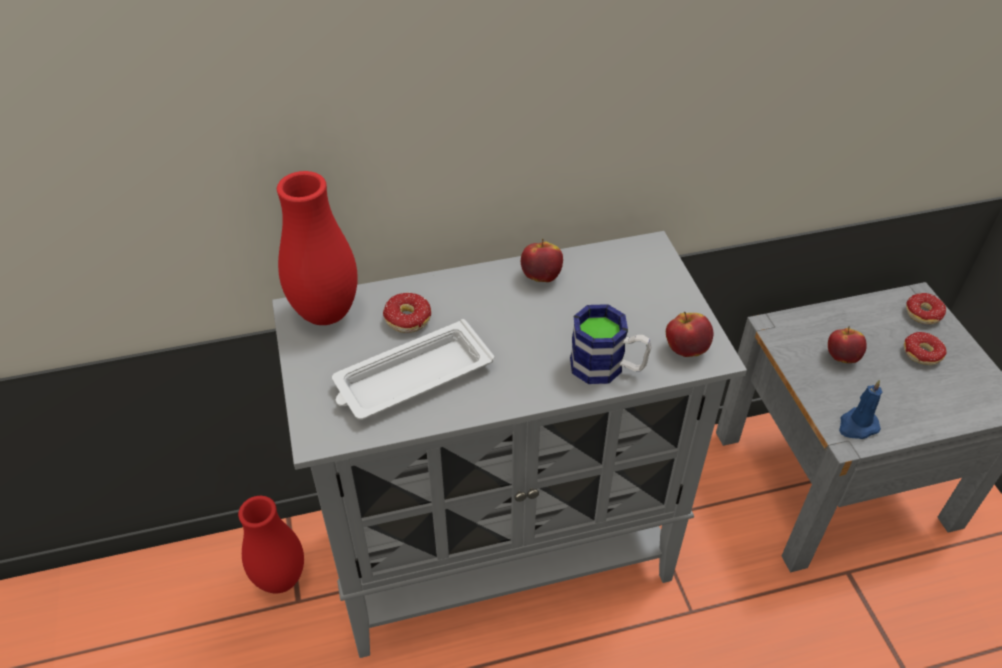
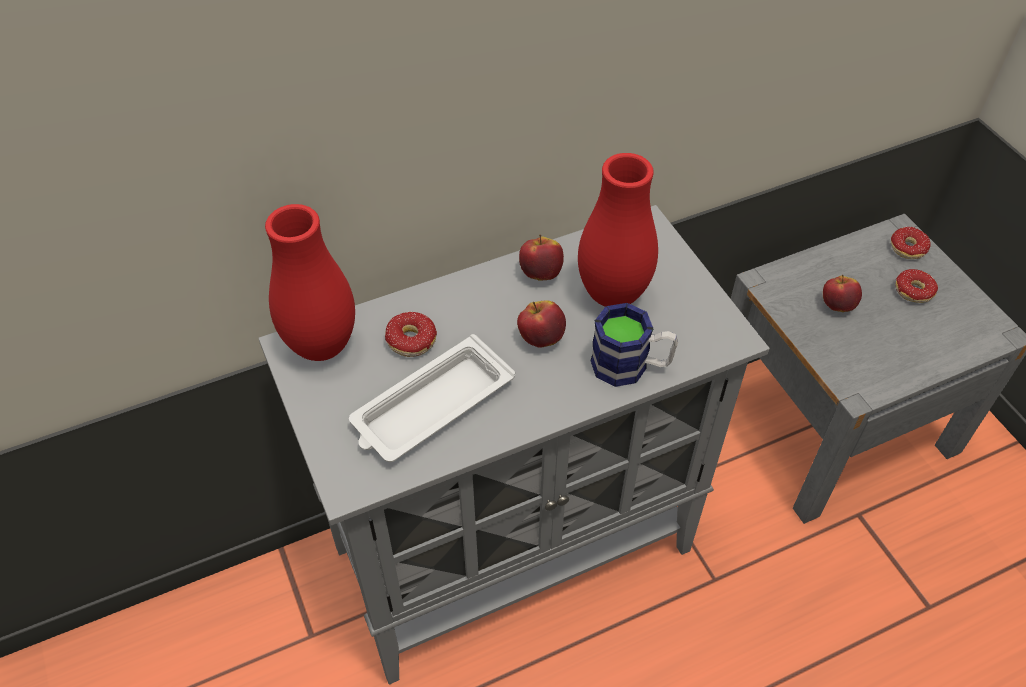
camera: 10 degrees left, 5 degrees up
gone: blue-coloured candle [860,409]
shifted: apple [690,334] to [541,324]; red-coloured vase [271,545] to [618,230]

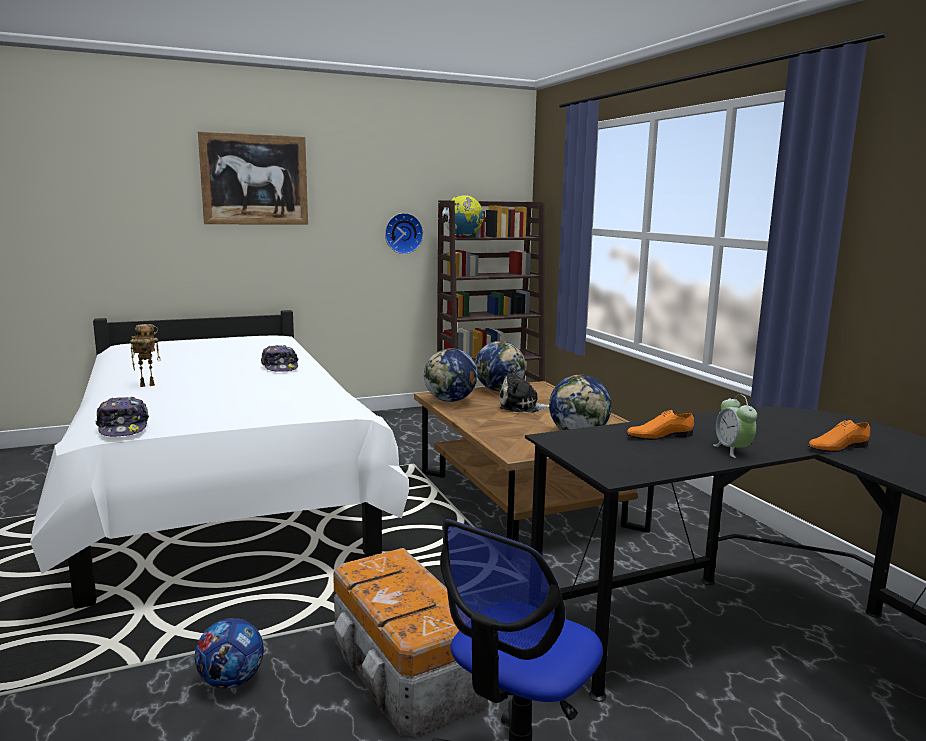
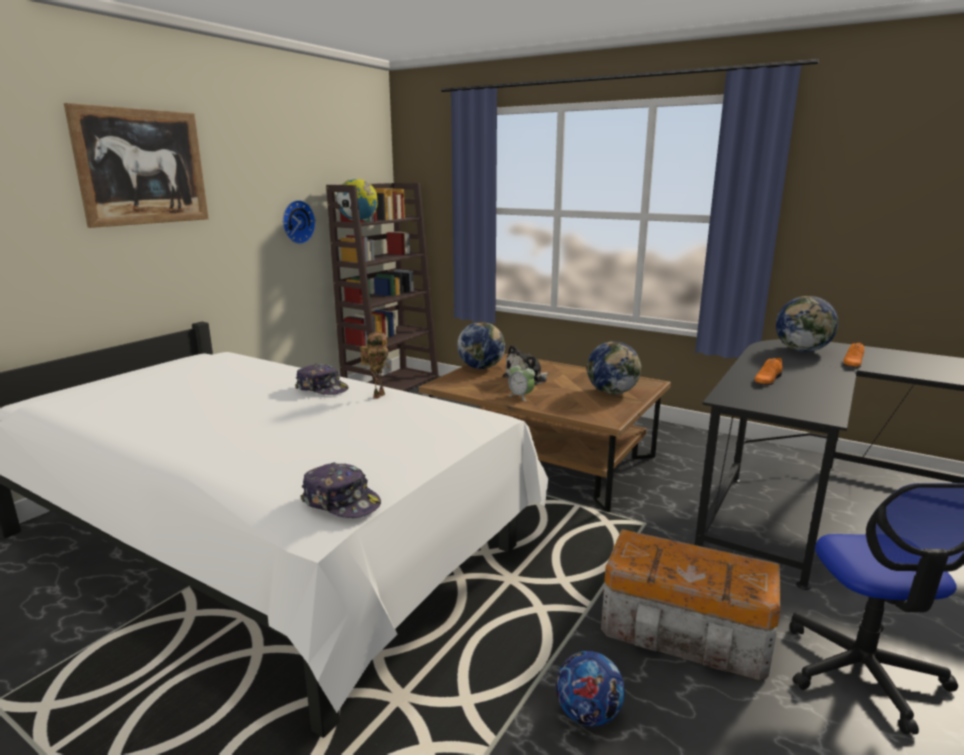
camera: 35 degrees left, 5 degrees up
shifted: model robot [145,355] to [375,365]; alarm clock [735,426] to [521,381]; desk globe [450,375] to [807,324]

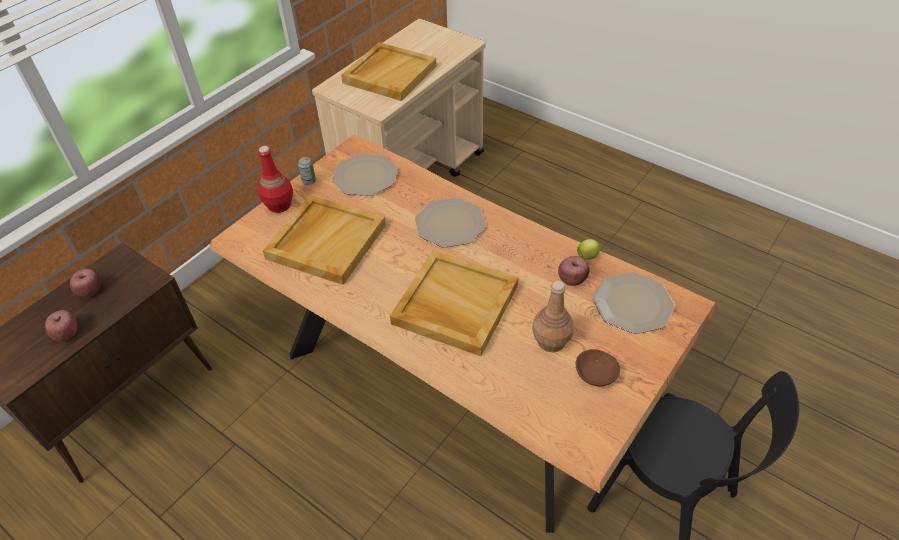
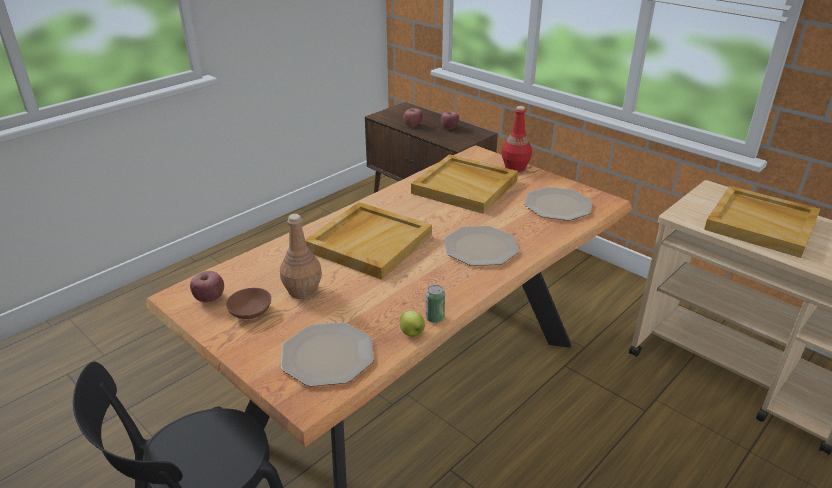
camera: 95 degrees right, 15 degrees down
shifted: apple [573,271] to [207,286]; can [307,171] to [435,304]

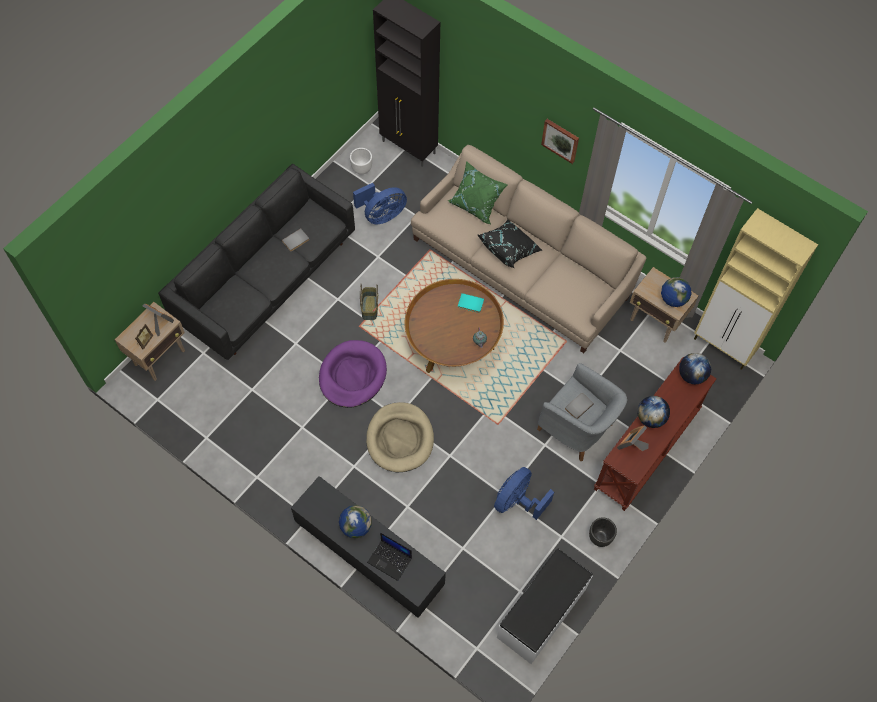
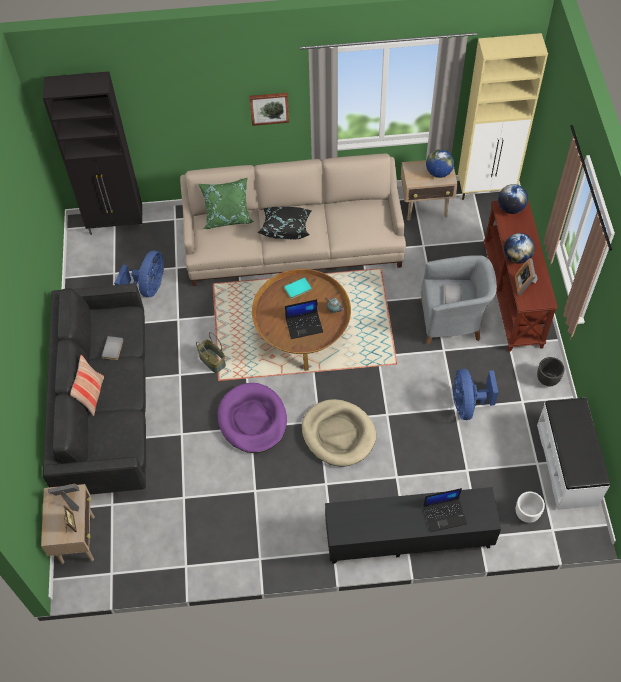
camera: 40 degrees left, 5 degrees down
gone: desk globe [355,521]
new: throw pillow [87,385]; portable computer [304,319]
shifted: white planter [361,161] to [530,507]

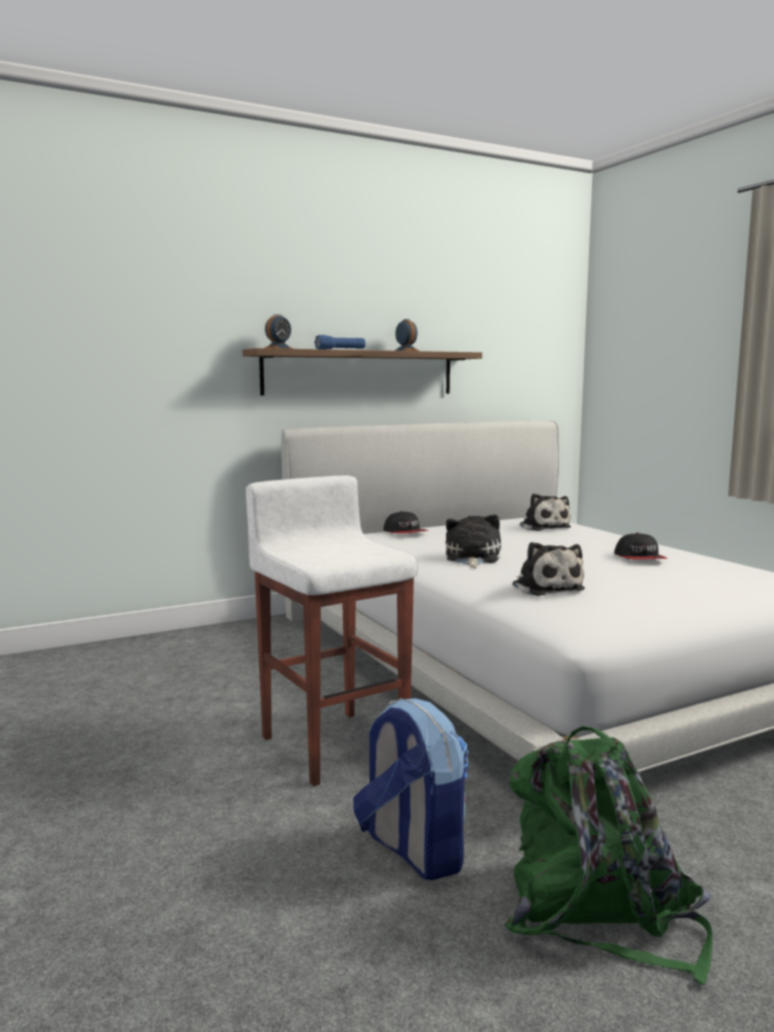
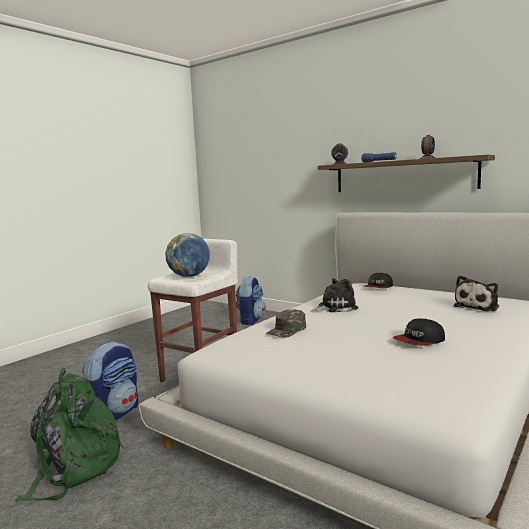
camera: 65 degrees right, 0 degrees up
new: desk globe [187,255]; backpack [251,300]
swapped: cuddly toy [548,569] to green cap [286,323]

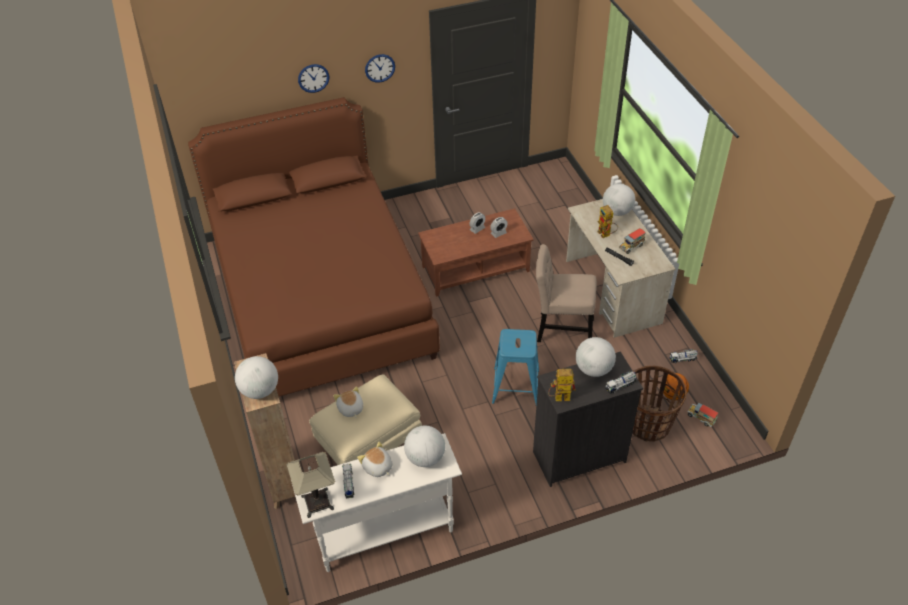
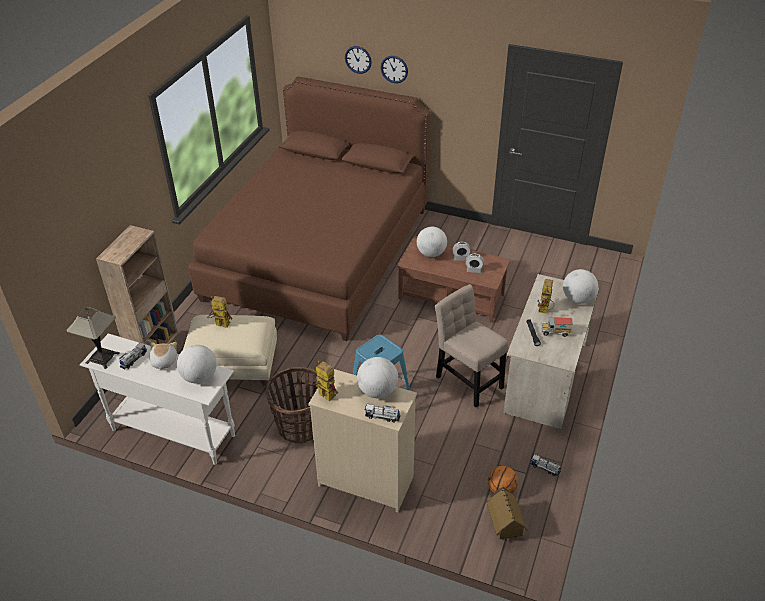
camera: 40 degrees right, 5 degrees down
shifted: storage basket [659,404] to [292,405]; hanging clock [380,68] to [358,60]; desk globe [256,377] to [432,242]
swapped: cuddly toy [348,402] to model robot [220,312]; model truck [702,415] to miniature house [506,513]
repainted: blackish drawer chest [588,419] to sand-coloured drawer chest [362,440]

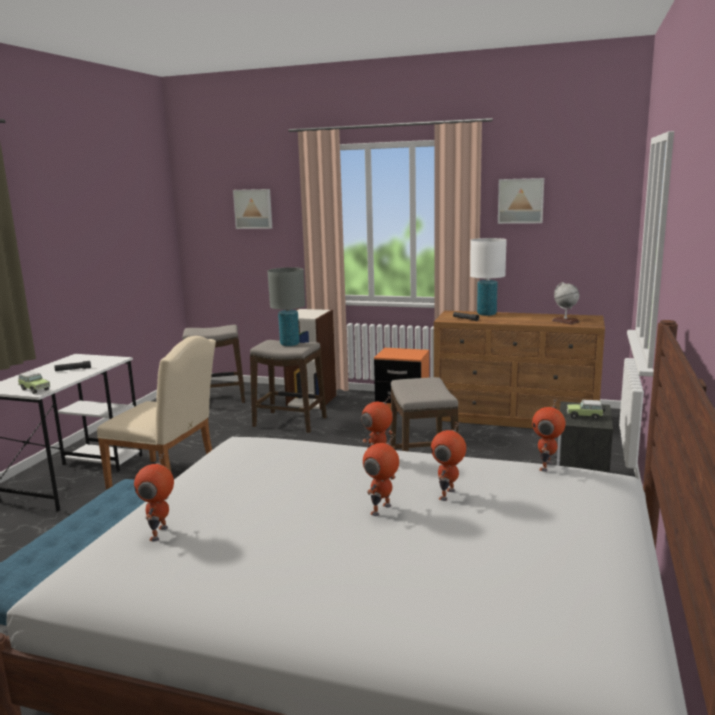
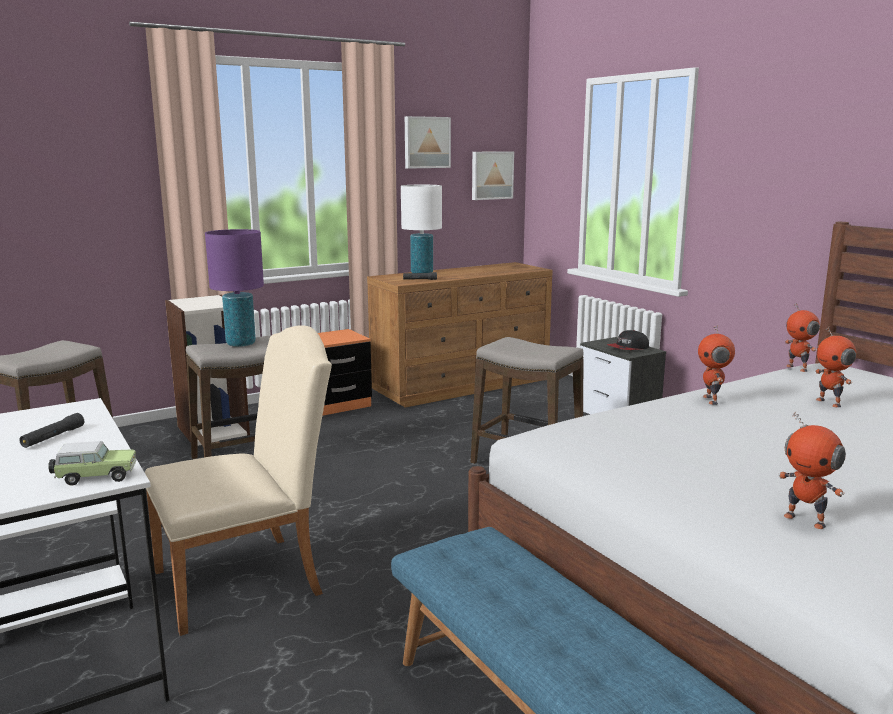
camera: 50 degrees left, 0 degrees up
gone: model robot [381,475]; desk globe [565,303]
shifted: wall art [252,209] to [493,175]
swapped: toy car [586,410] to cap [628,340]
repainted: gray tabletop lamp [286,306] to purplish tabletop lamp [234,288]

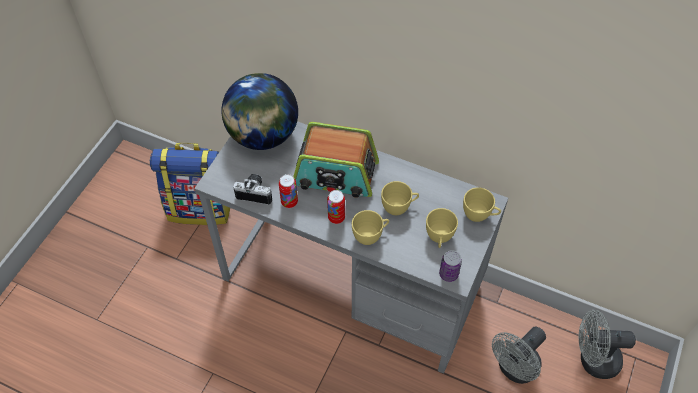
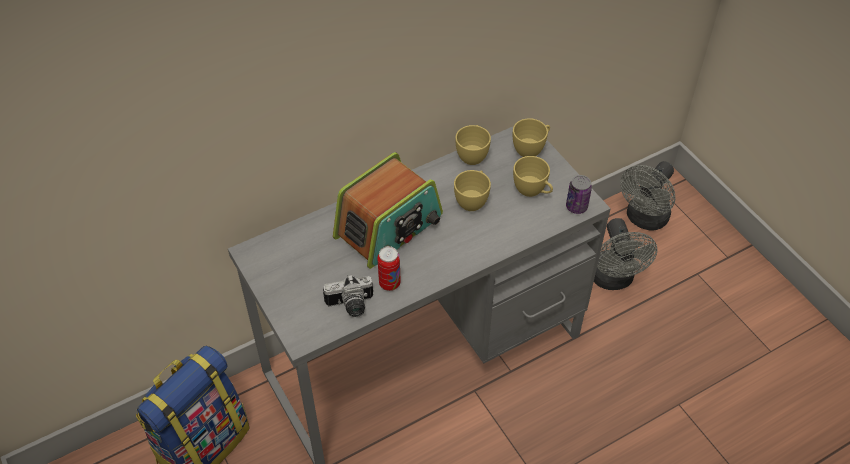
camera: 55 degrees left, 5 degrees down
gone: desk globe [260,111]; can [336,207]
shifted: yellow-coloured small cup [370,227] to [473,145]
rotated: still camera [252,189] = [348,295] 150 degrees counterclockwise

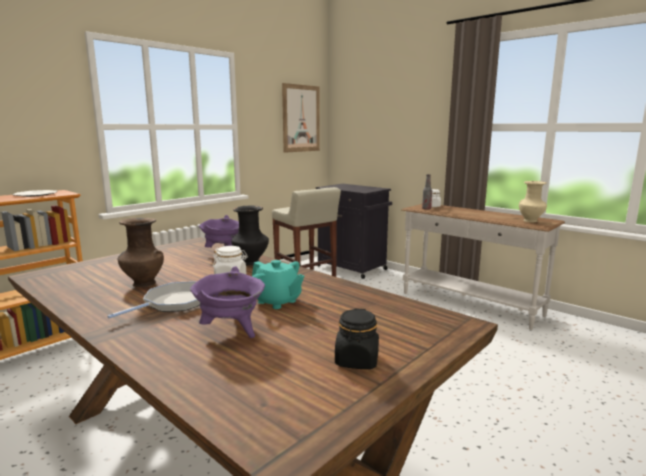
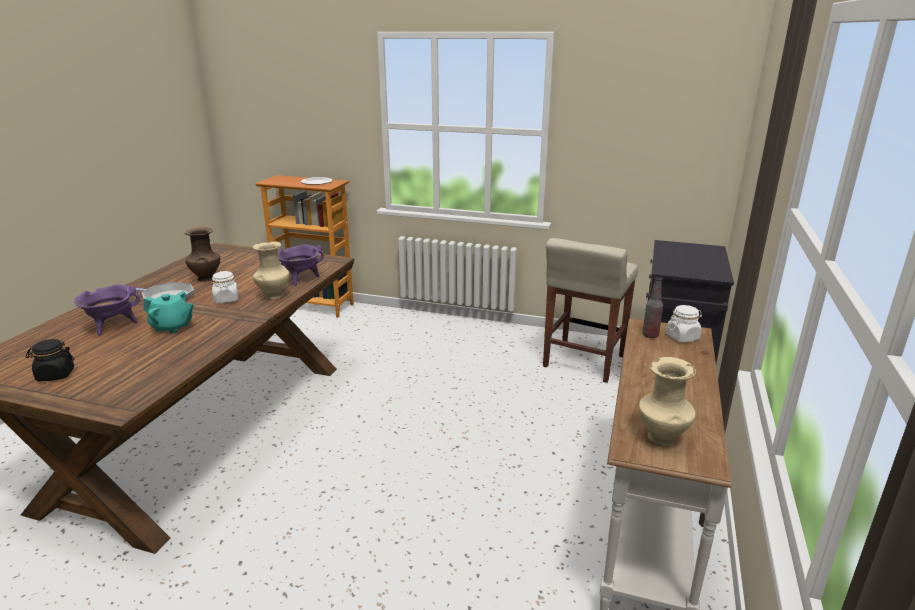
camera: 65 degrees right, 10 degrees up
gone: wall art [301,118]
repainted: blackish vase [250,235] to sand-coloured vase [270,270]
rotated: turquoise tea pot [278,284] = [169,313] 90 degrees counterclockwise

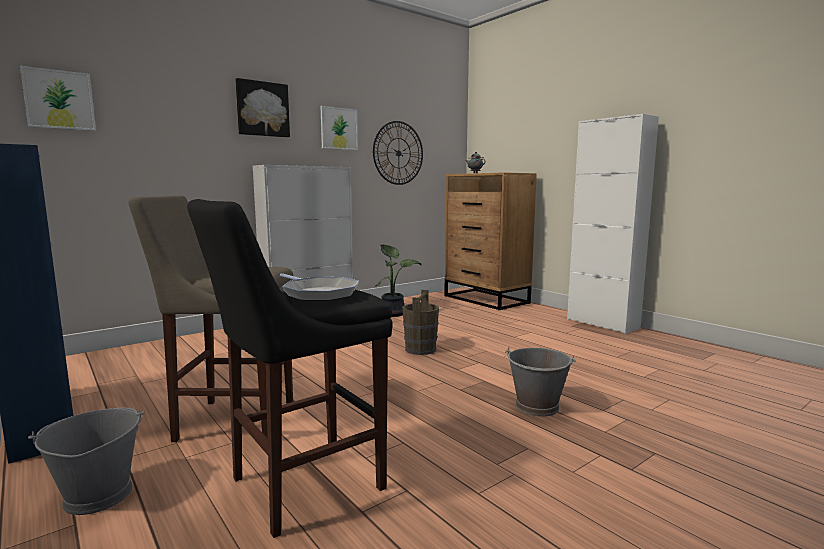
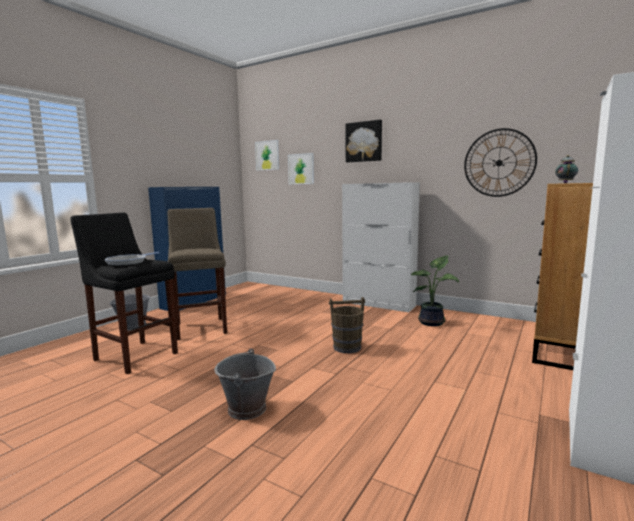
camera: 70 degrees right, 0 degrees up
shifted: wall art [339,128] to [301,168]

